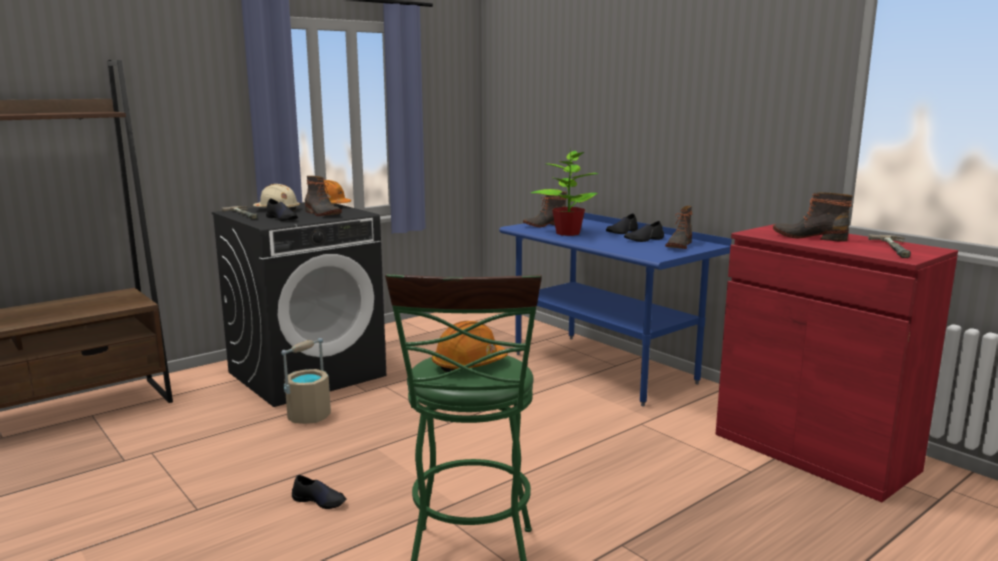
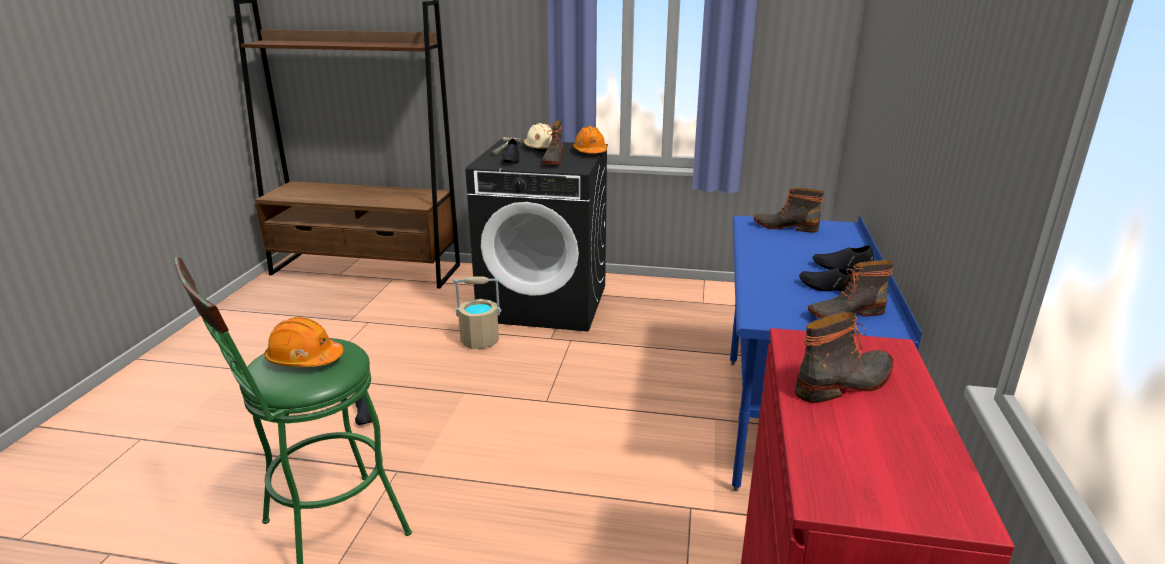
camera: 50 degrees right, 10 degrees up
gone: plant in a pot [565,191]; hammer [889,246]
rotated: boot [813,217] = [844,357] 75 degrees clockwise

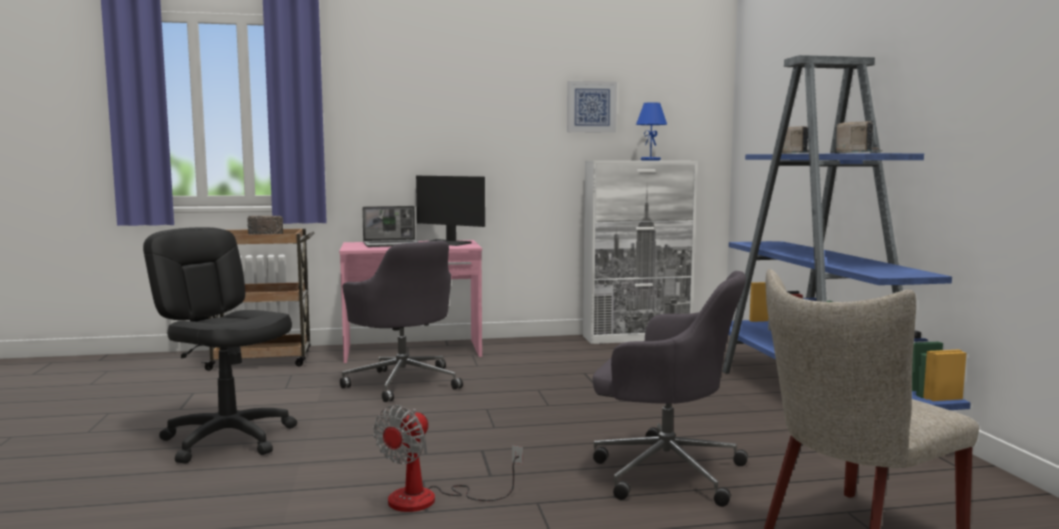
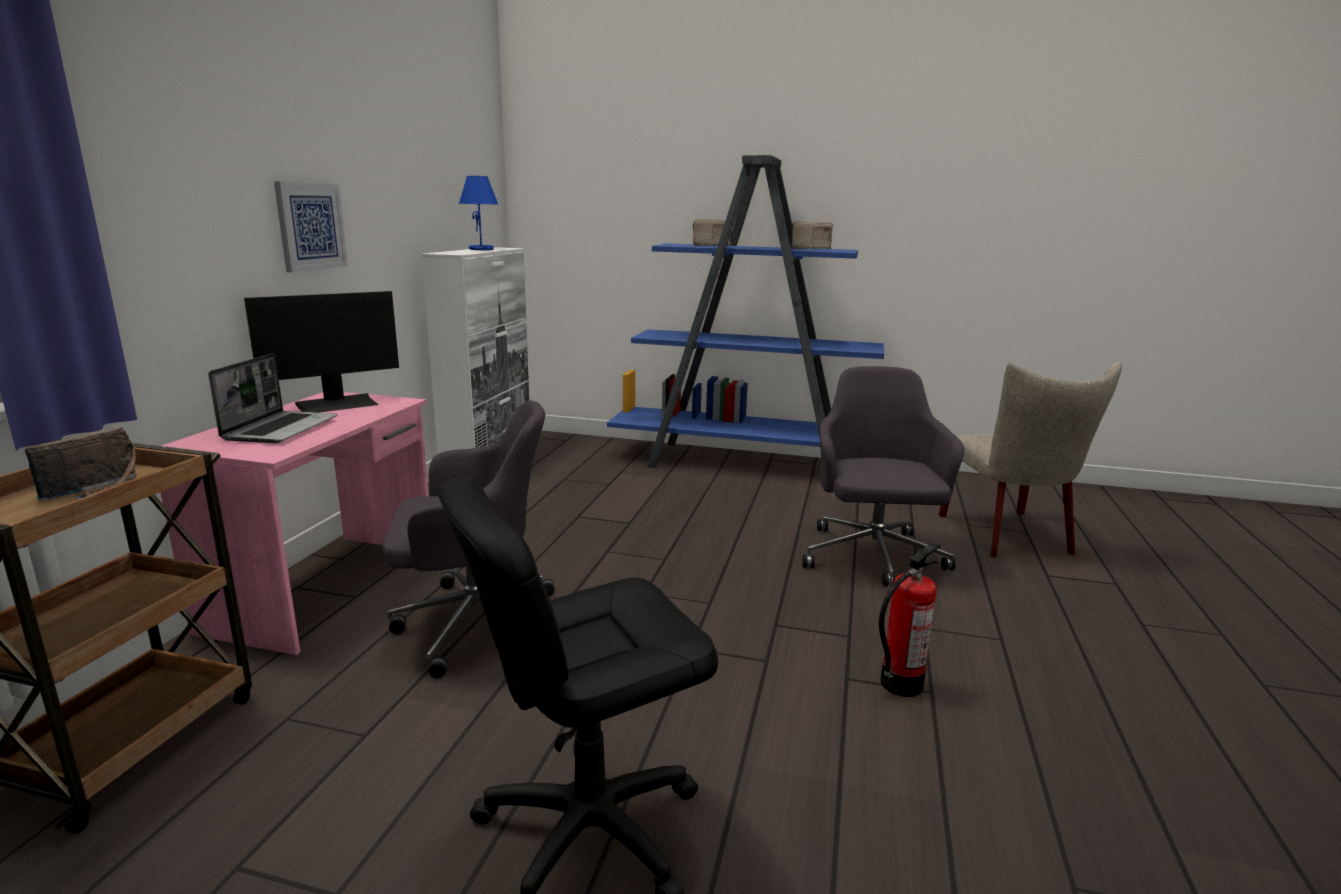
camera: 65 degrees left, 10 degrees up
shifted: wall art [592,107] to [311,227]
swapped: cooling fan [448,458] to fire extinguisher [910,619]
rotated: gray computer chair [670,389] = [883,476] 45 degrees counterclockwise

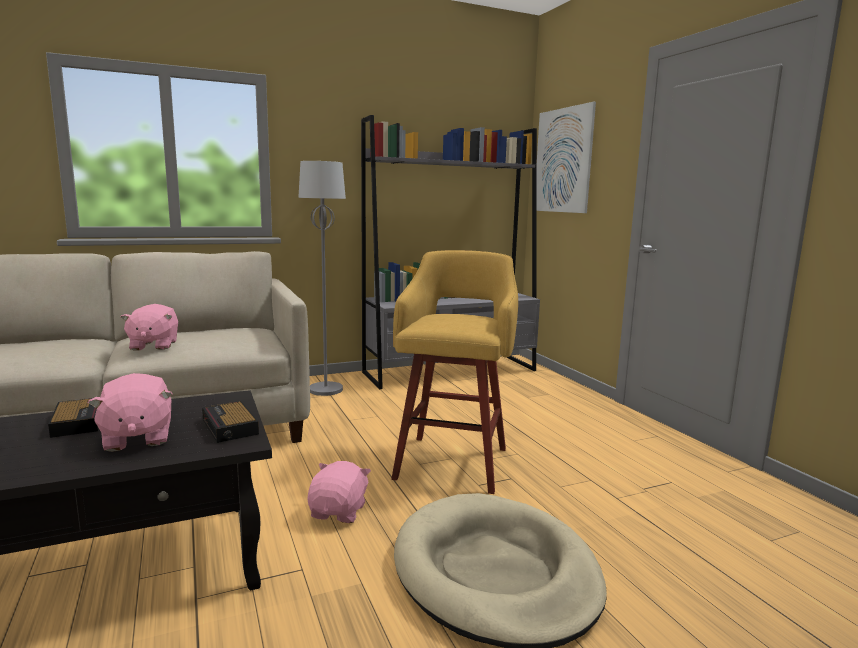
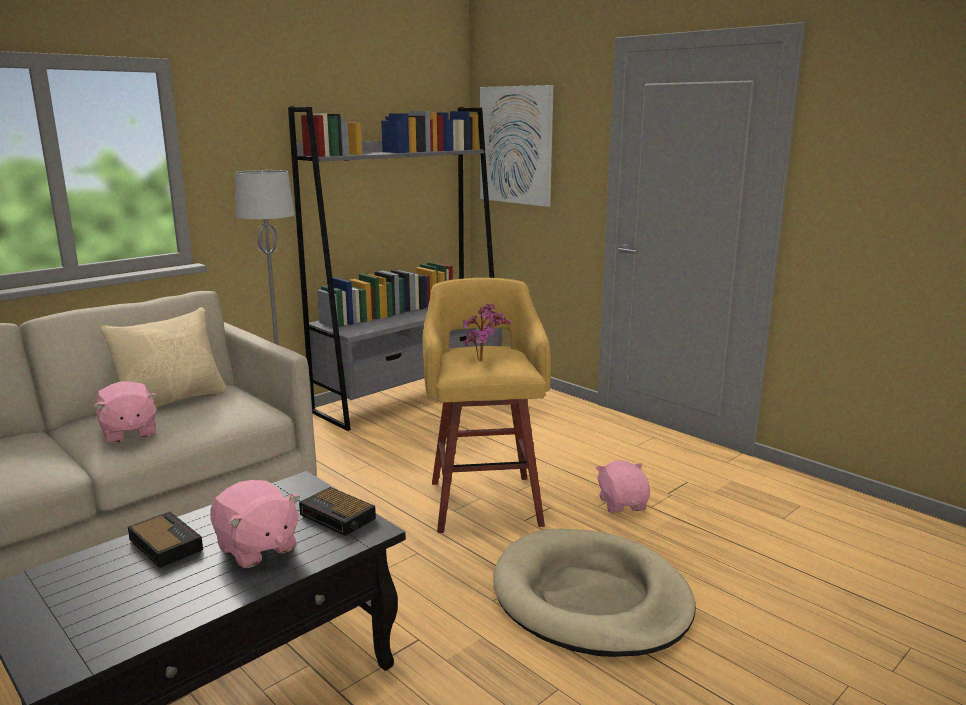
camera: 20 degrees left, 5 degrees up
new: sand-coloured throw pillow [163,357]; plant in a pot [487,332]
shifted: pink cuddly toy [339,492] to [623,486]

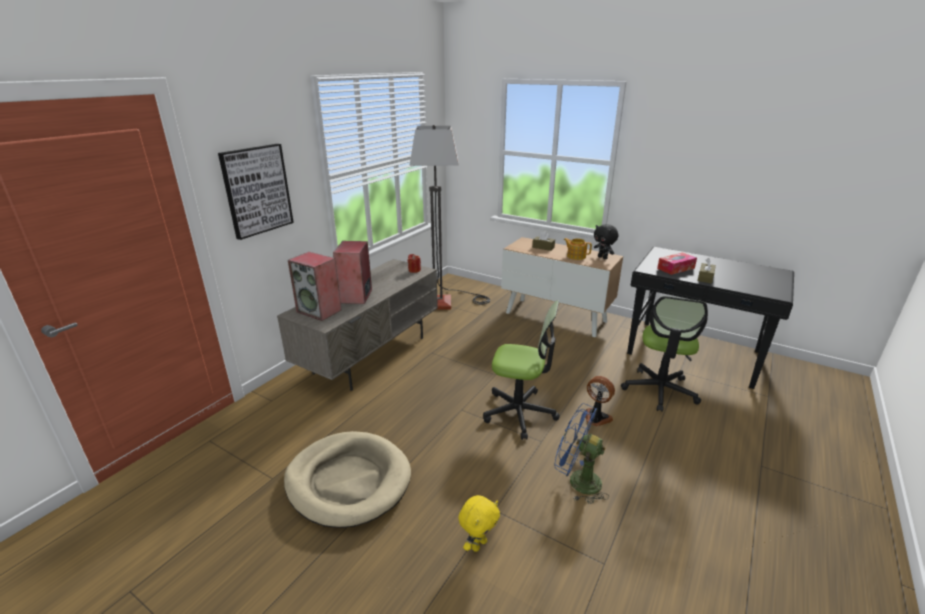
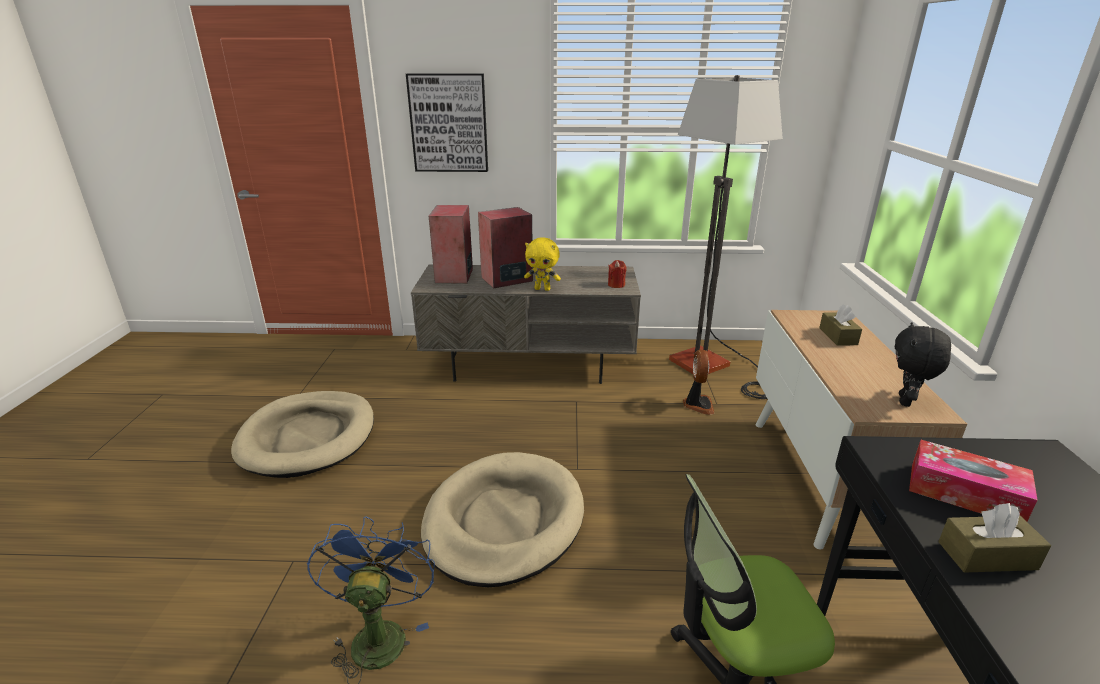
camera: 60 degrees right, 0 degrees up
gone: tea pot [578,249]
shifted: yellow-coloured cuddly toy [479,523] to [542,264]; cooling fan [600,401] to [699,382]
swapped: computer chair [521,370] to sand-coloured dog cushion [502,519]

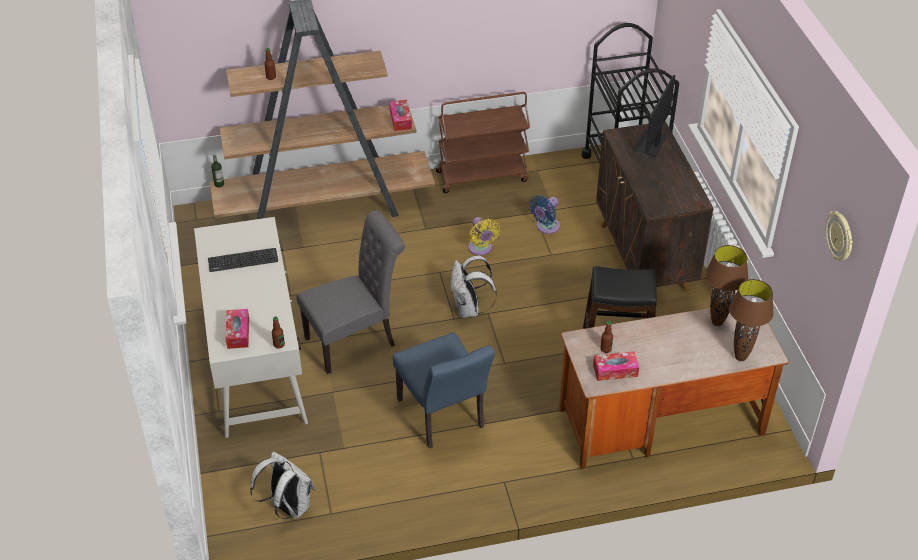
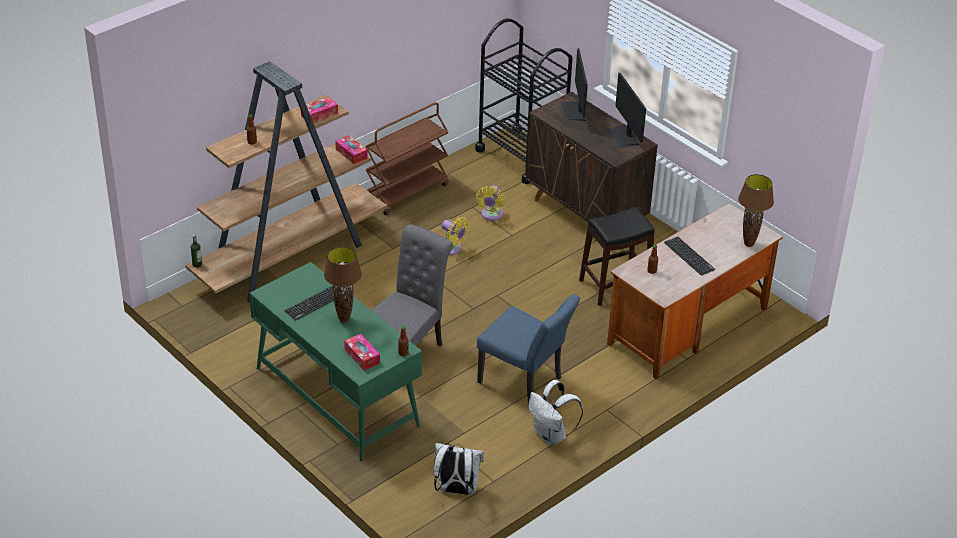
camera: 30 degrees left, 5 degrees down
gone: hanging clock [839,236]
new: computer display [626,110]; keyboard [689,256]
shifted: box of tissues [616,366] to [319,109]; brown tabletop lamp [726,285] to [343,284]; white backpack [474,286] to [556,413]
repainted: white desk unit [251,327] to green desk unit [335,361]; blue-coloured cooling fan [544,214] to yellow-coloured cooling fan [490,203]

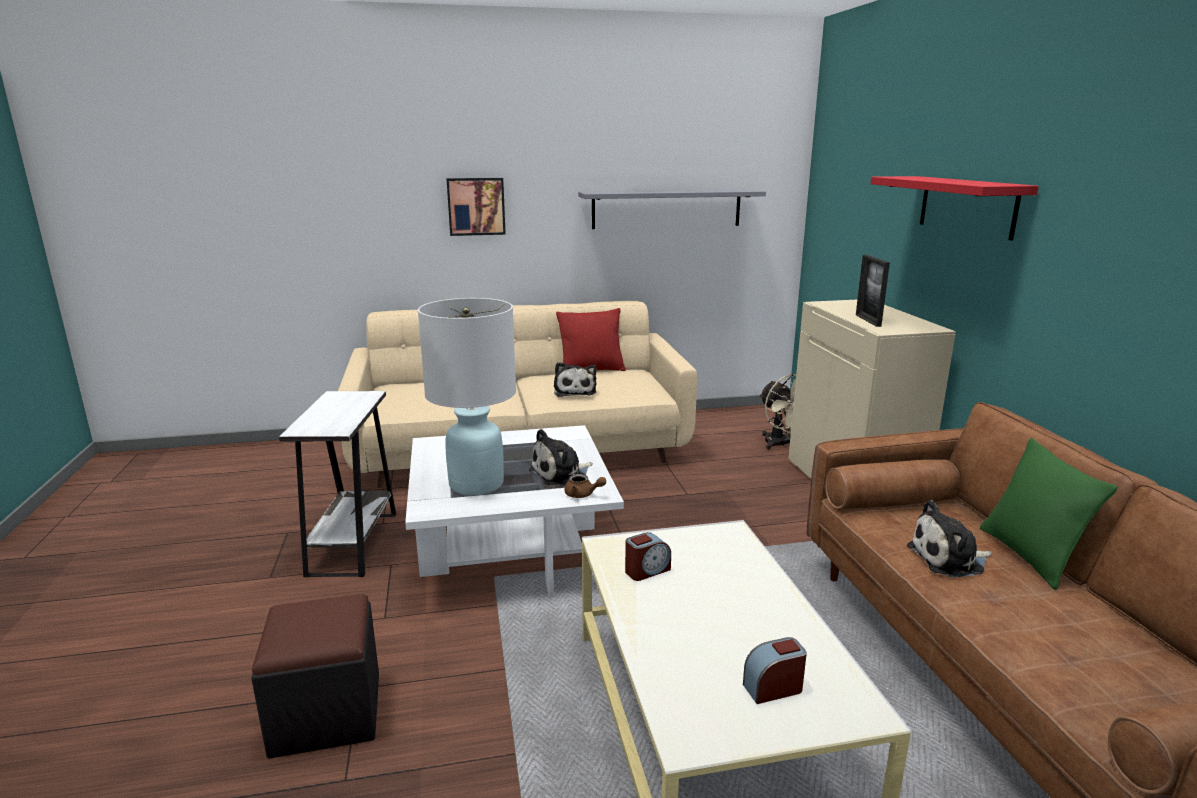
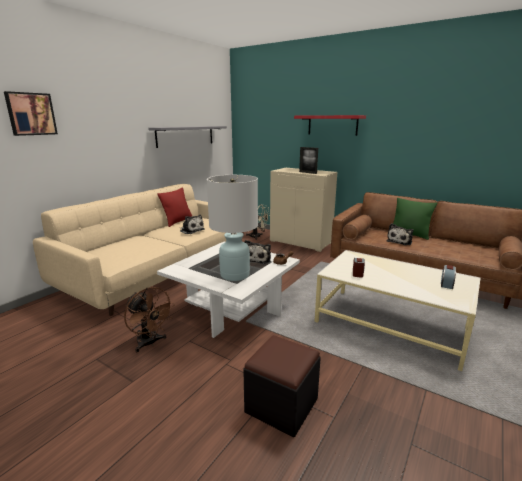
camera: 45 degrees left, 0 degrees up
shifted: wall art [476,207] to [31,113]
swapped: white side table [337,484] to brown cooling fan [149,319]

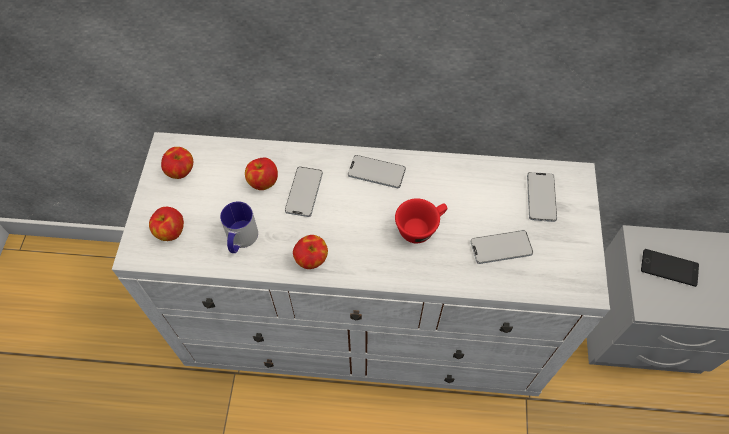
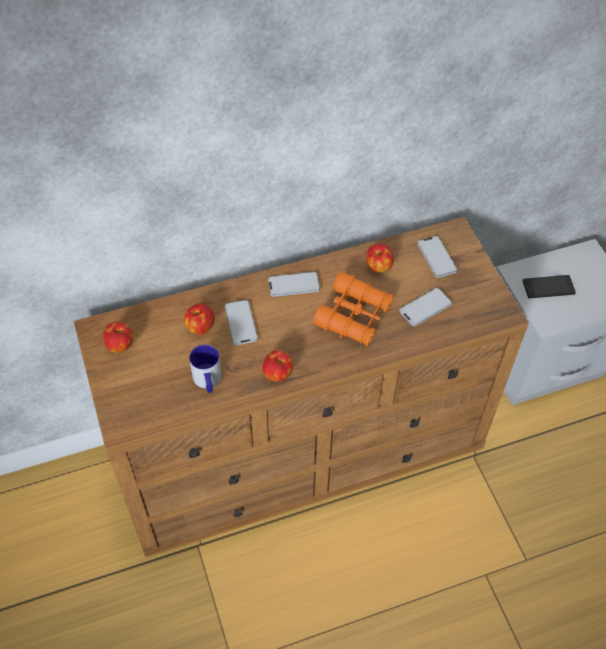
camera: 25 degrees left, 5 degrees down
shifted: apple [166,224] to [380,258]
swapped: red-coloured small cup [421,220] to orangey field glasses [353,309]
repainted: white drawer chest [361,264] to brown drawer chest [301,387]

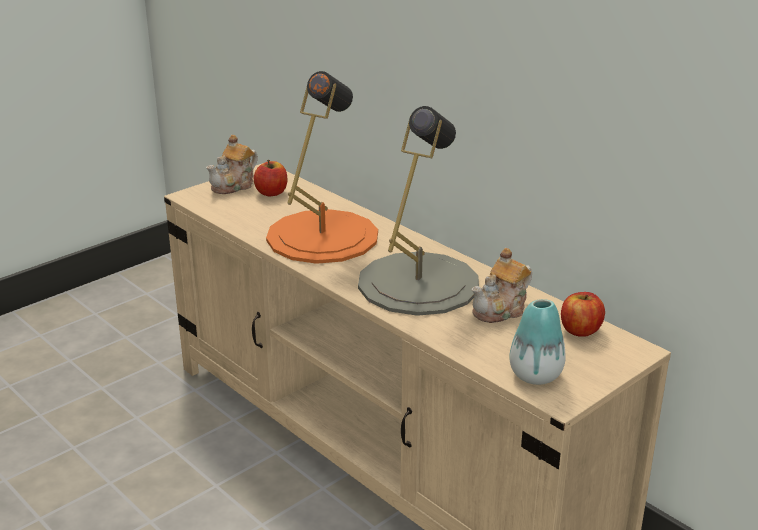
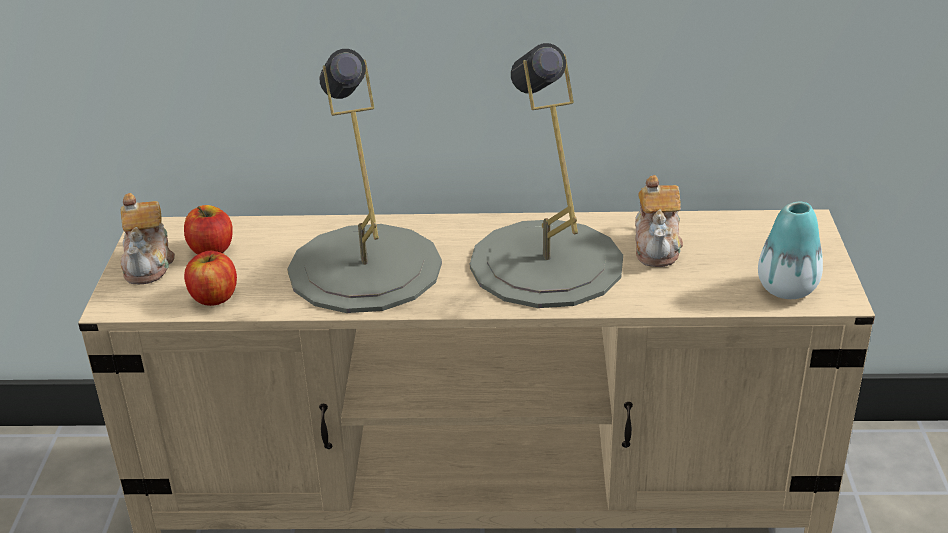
camera: 45 degrees left, 5 degrees up
shifted: apple [583,314] to [210,278]
repainted: orangey tabletop lamp [322,167] to gray tabletop lamp [364,181]

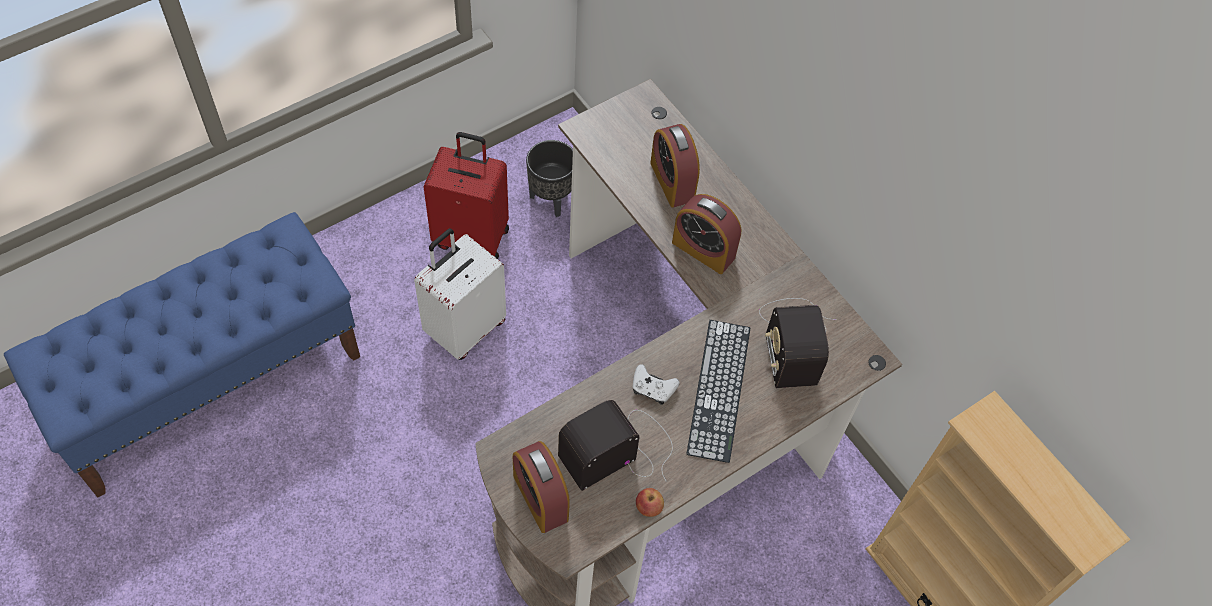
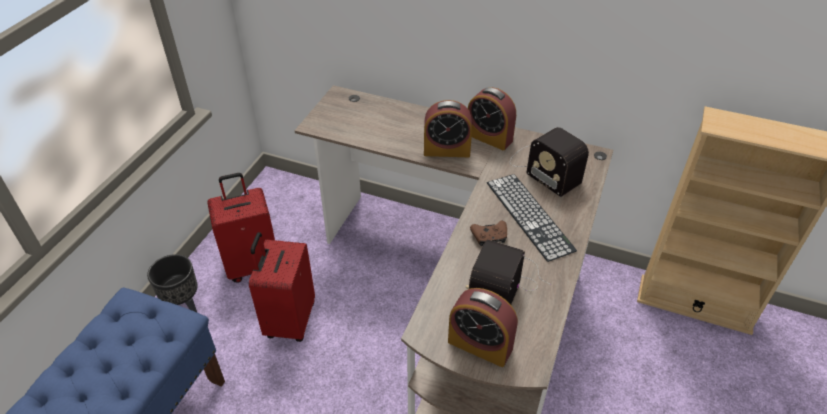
camera: 30 degrees left, 15 degrees down
gone: apple [650,502]
shifted: blackish planter [549,178] to [172,283]; alarm clock [675,166] to [492,118]
repainted: white suitcase [460,294] to red-coloured suitcase [282,287]; white game controller [656,384] to brown game controller [488,233]

